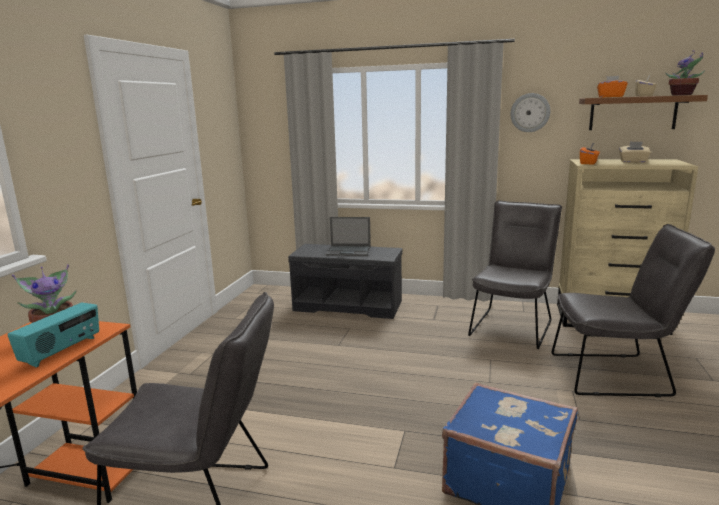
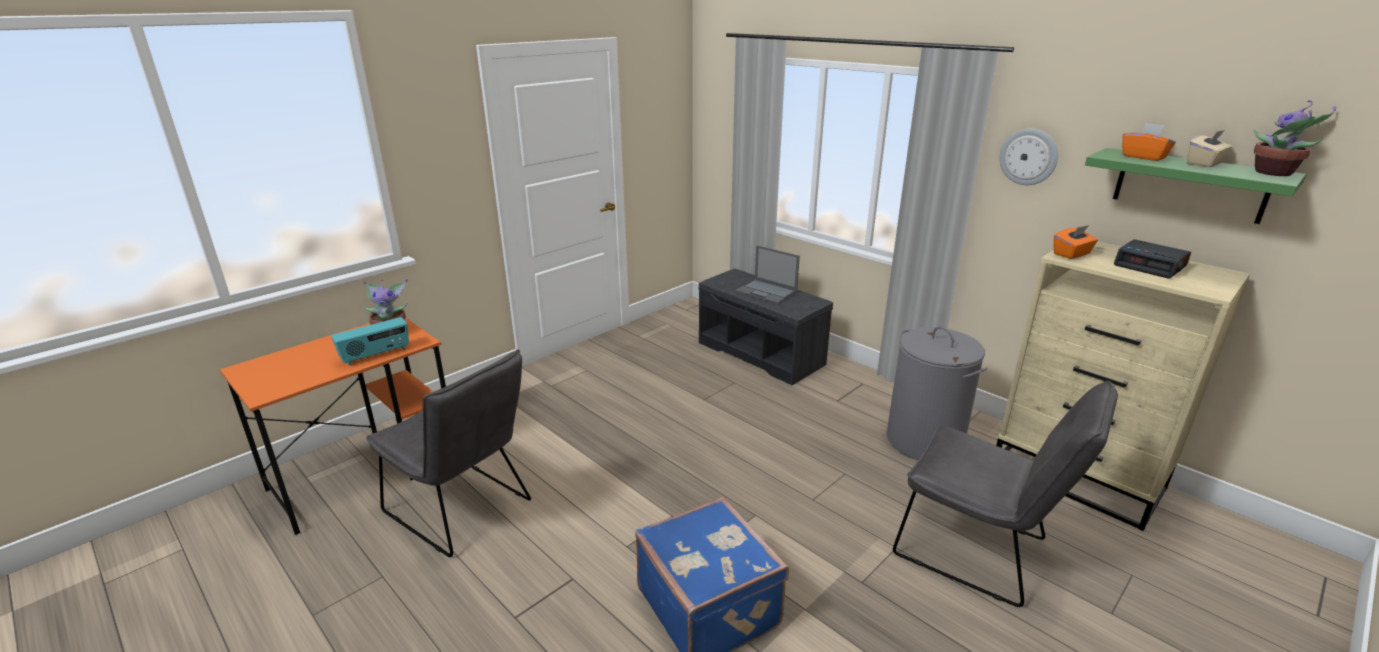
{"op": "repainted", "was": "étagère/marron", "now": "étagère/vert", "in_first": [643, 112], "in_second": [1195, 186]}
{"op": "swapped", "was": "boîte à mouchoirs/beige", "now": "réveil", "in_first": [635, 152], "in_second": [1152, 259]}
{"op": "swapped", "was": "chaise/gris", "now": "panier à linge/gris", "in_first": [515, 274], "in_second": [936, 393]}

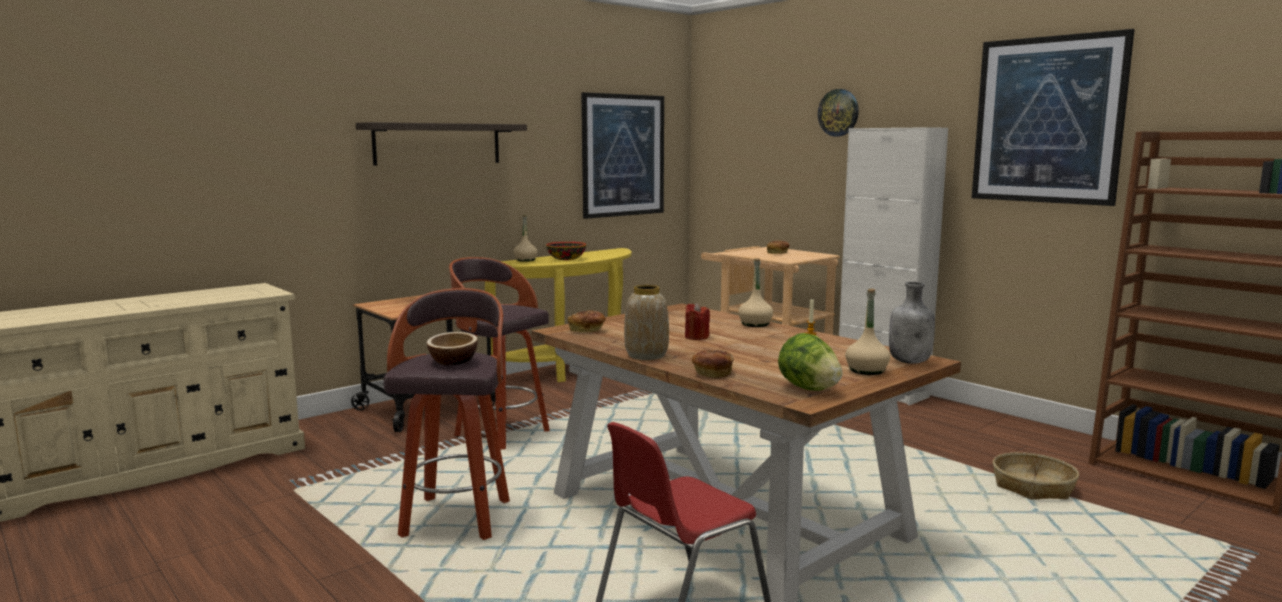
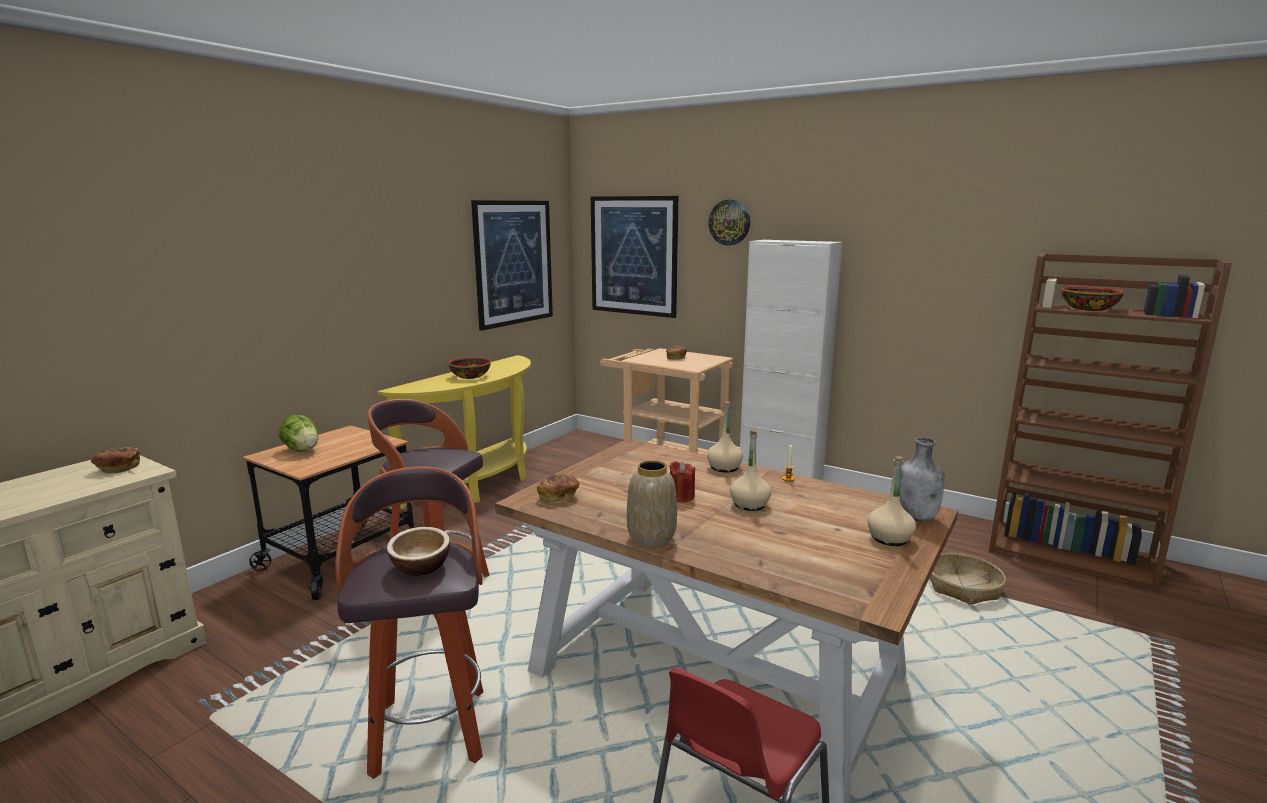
{"op": "shifted", "was": "tableau", "in_first": [1053, 117], "in_second": [634, 257]}
{"op": "gone", "was": "étagère", "in_first": [441, 144]}
{"op": "shifted", "was": "bouteille/beige", "in_first": [525, 238], "in_second": [751, 470]}
{"op": "shifted", "was": "laitue", "in_first": [810, 362], "in_second": [299, 433]}
{"op": "shifted", "was": "pain", "in_first": [713, 364], "in_second": [115, 460]}
{"op": "new", "now": "bol", "in_second": [1093, 299]}

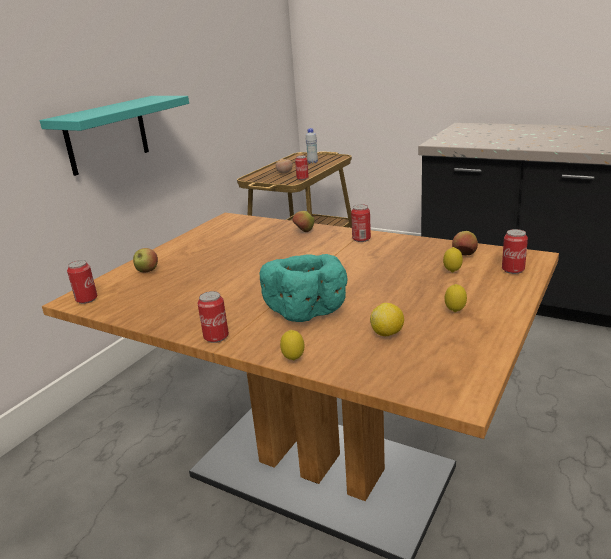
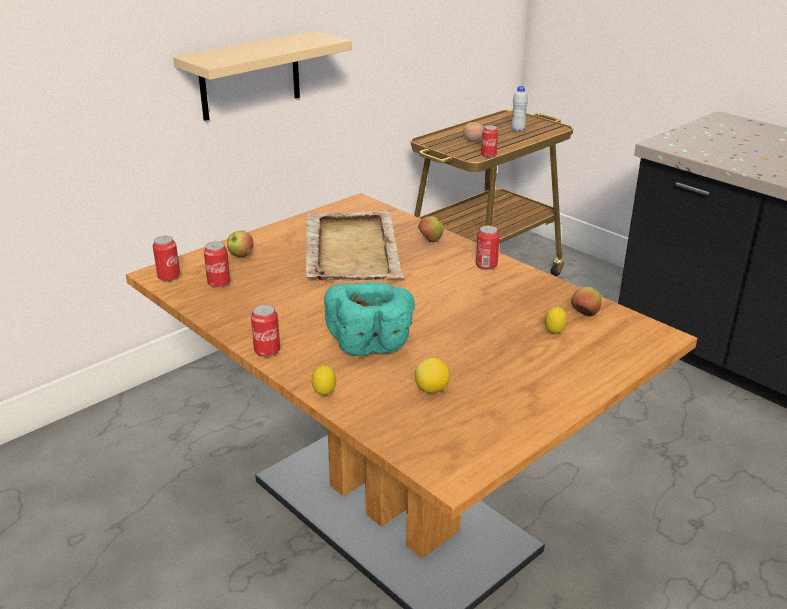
{"op": "repainted", "was": "étagère/turquoise", "now": "étagère/beige", "in_first": [114, 136], "in_second": [262, 76]}
{"op": "shifted", "was": "boîte métallique", "in_first": [515, 251], "in_second": [217, 264]}
{"op": "gone", "was": "citron", "in_first": [456, 298]}
{"op": "new", "now": "plateau/beige", "in_second": [355, 245]}

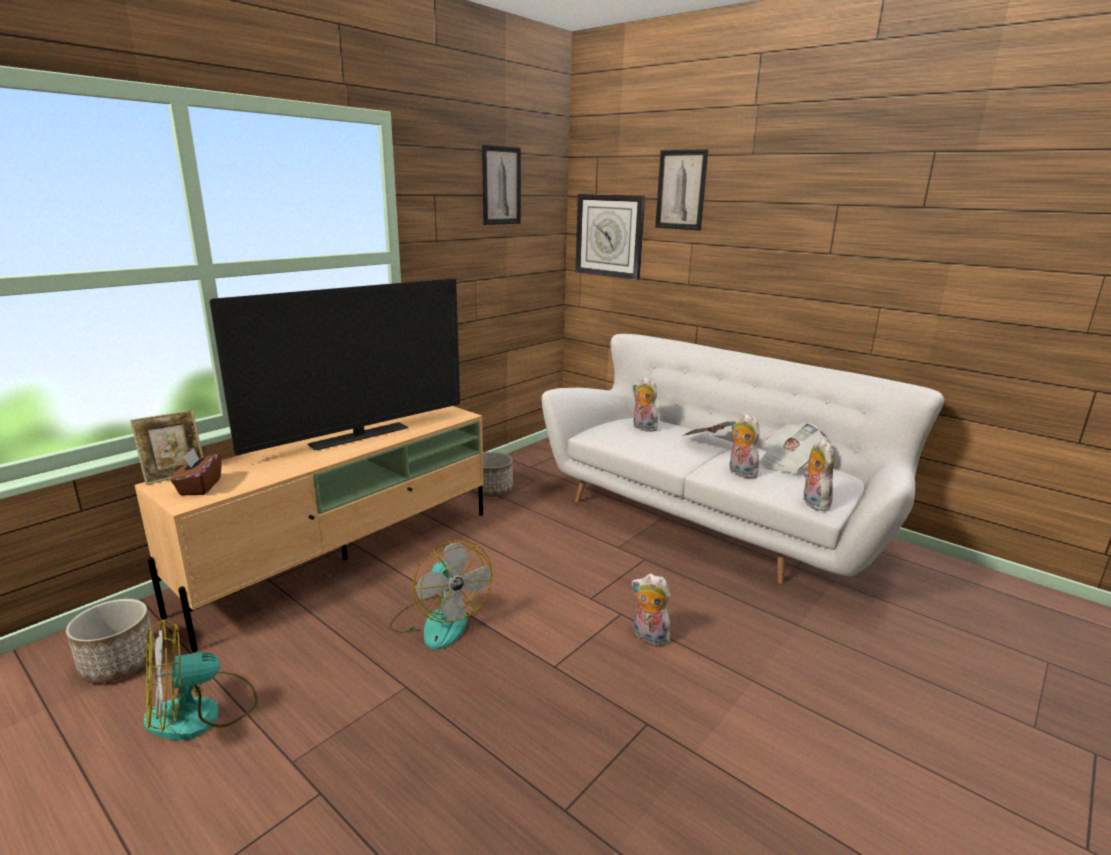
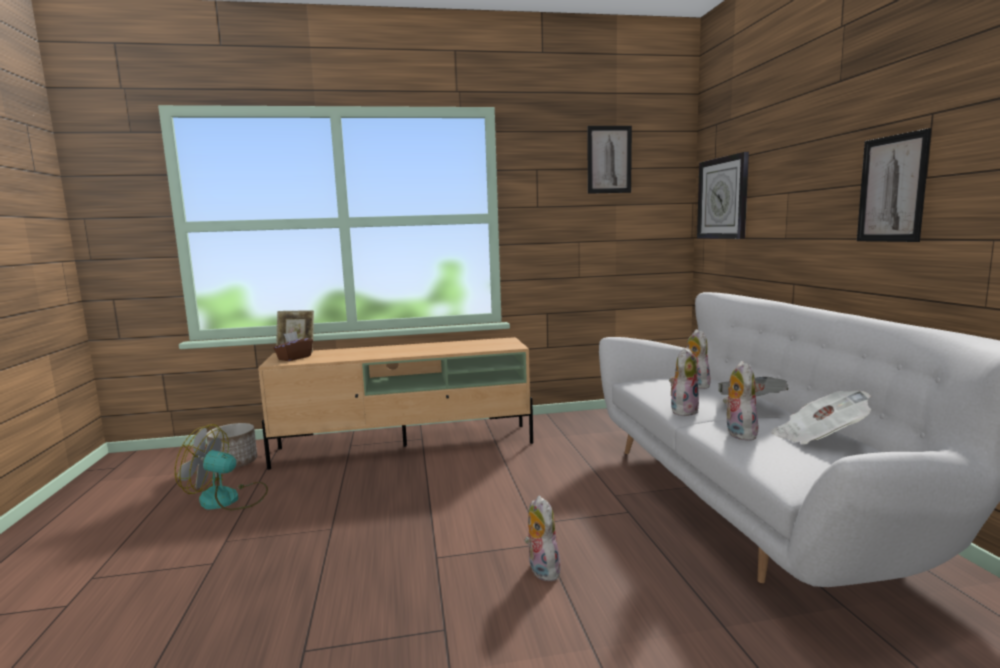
{"op": "shifted", "was": "tableau", "in_first": [682, 189], "in_second": [894, 185]}
{"op": "gone", "was": "téléviseur", "in_first": [334, 366]}
{"op": "shifted", "was": "peluche", "in_first": [819, 475], "in_second": [684, 381]}
{"op": "gone", "was": "cache-pot", "in_first": [492, 474]}
{"op": "gone", "was": "ventilateur", "in_first": [440, 595]}

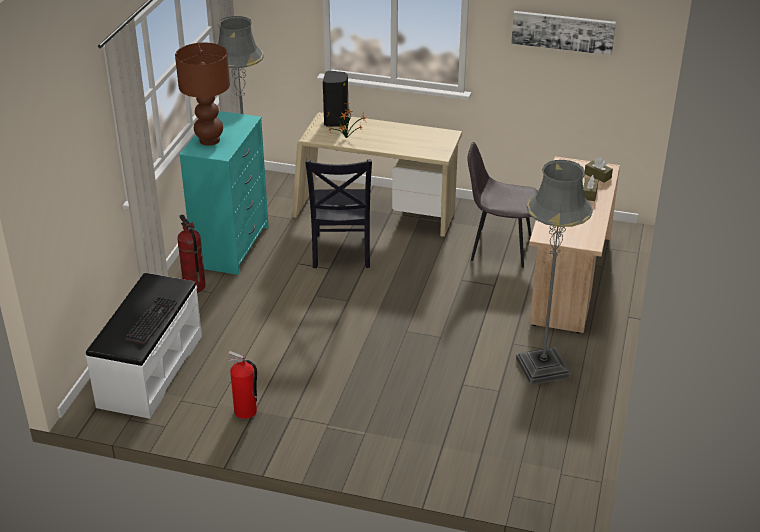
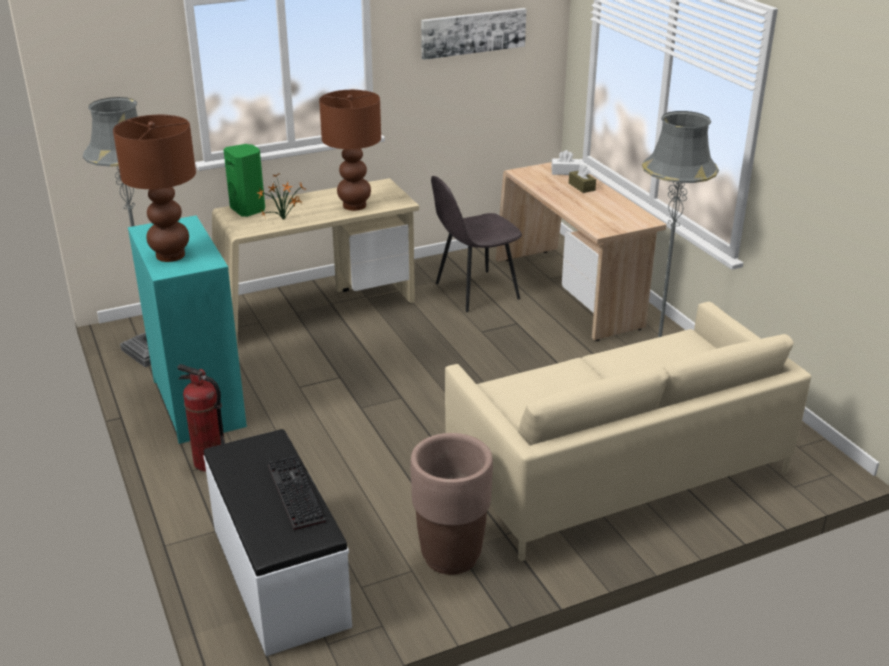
{"op": "repainted", "was": "enceinte/noir", "now": "enceinte/vert", "in_first": [336, 99], "in_second": [244, 180]}
{"op": "repainted", "was": "boîte à mouchoirs/marron", "now": "boîte à mouchoirs/blanc", "in_first": [599, 170], "in_second": [565, 162]}
{"op": "gone", "was": "chaise/noir", "in_first": [338, 213]}
{"op": "swapped", "was": "extincteur", "now": "cache-pot/marron", "in_first": [242, 385], "in_second": [451, 504]}
{"op": "new", "now": "lampe de table/marron", "in_second": [350, 150]}
{"op": "new", "now": "canapé/beige", "in_second": [628, 431]}

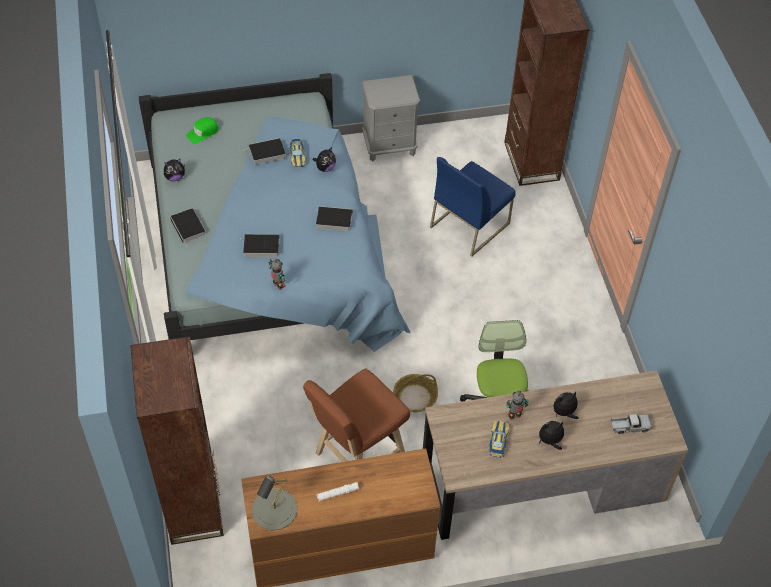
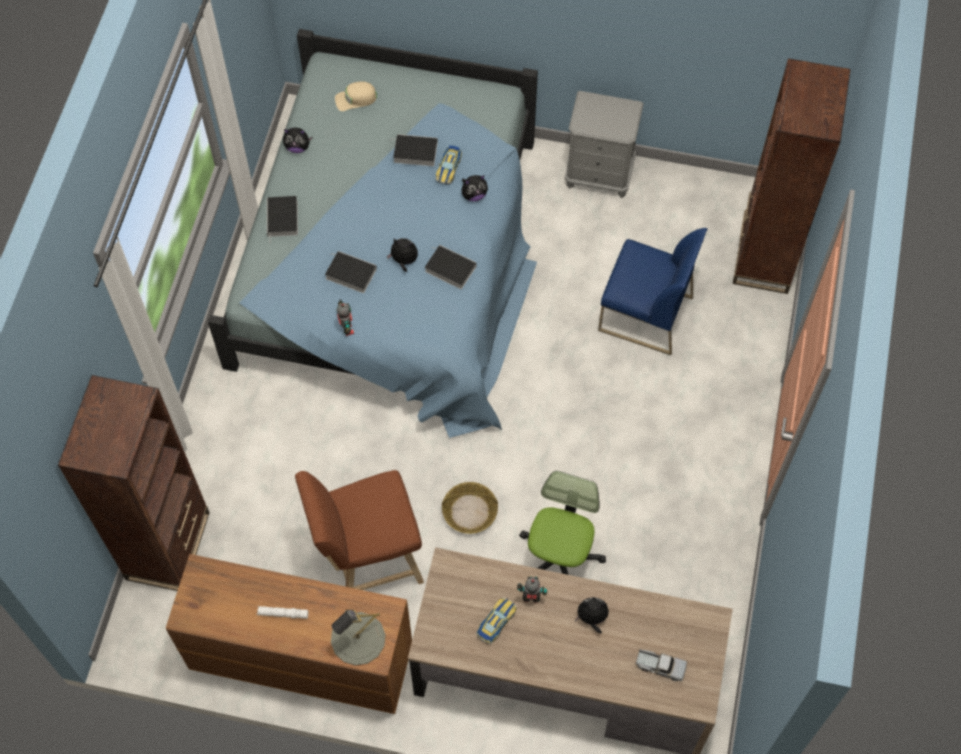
{"op": "repainted", "was": "casquette/vert", "now": "casquette/beige", "in_first": [202, 130], "in_second": [356, 96]}
{"op": "rotated", "was": "chaise/bleu", "in_first": [473, 207], "in_second": [652, 291], "clockwise": -135}
{"op": "shifted", "was": "peluche", "in_first": [551, 435], "in_second": [402, 255]}
{"op": "shifted", "was": "lampe de table/gris", "in_first": [274, 503], "in_second": [358, 638]}

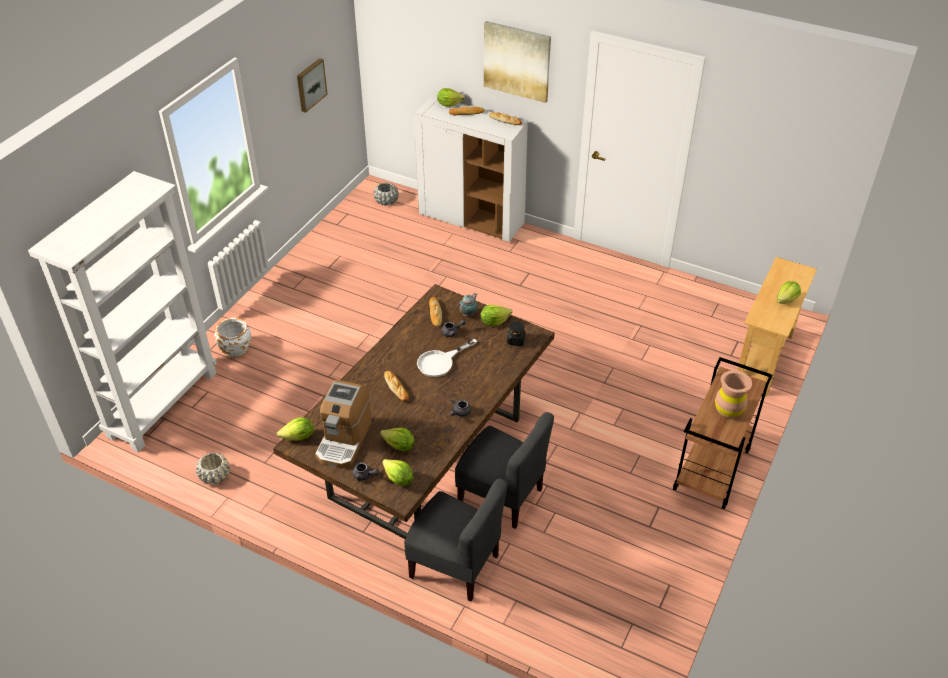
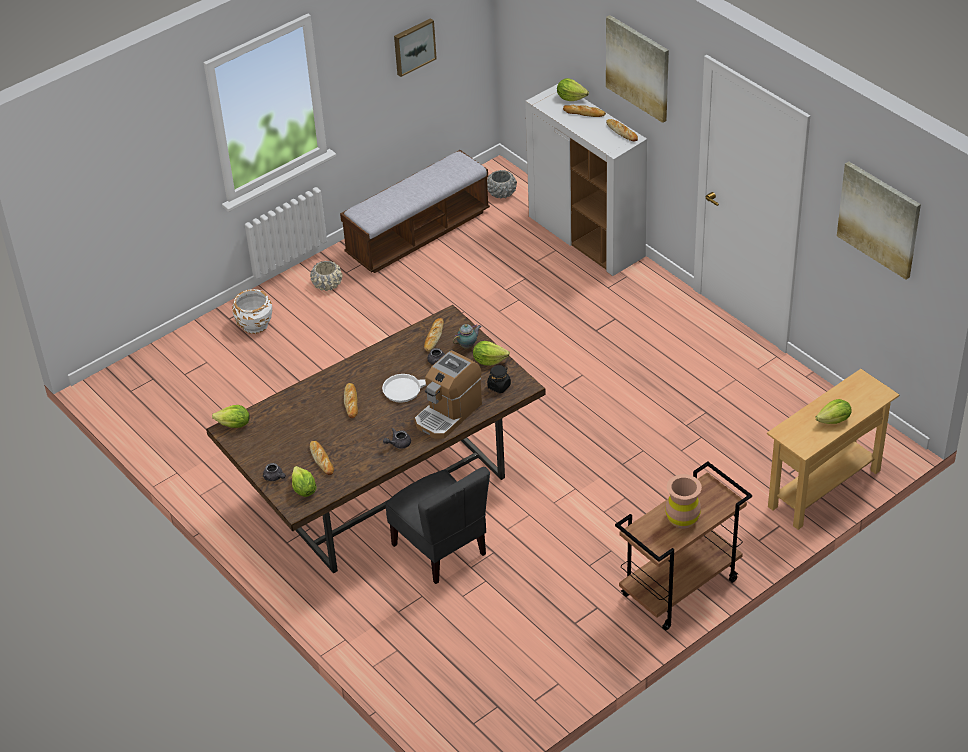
{"op": "gone", "was": "bibliothèque/blanc", "in_first": [122, 311]}
{"op": "shifted", "was": "machine à café", "in_first": [343, 424], "in_second": [448, 394]}
{"op": "swapped", "was": "laitue", "now": "pain", "in_first": [397, 439], "in_second": [322, 458]}
{"op": "shifted", "was": "cache-pot/beige", "in_first": [213, 468], "in_second": [326, 276]}
{"op": "gone", "was": "chaise/gris", "in_first": [456, 539]}
{"op": "new", "now": "banc", "in_second": [415, 211]}
{"op": "new", "now": "tableau", "in_second": [879, 220]}

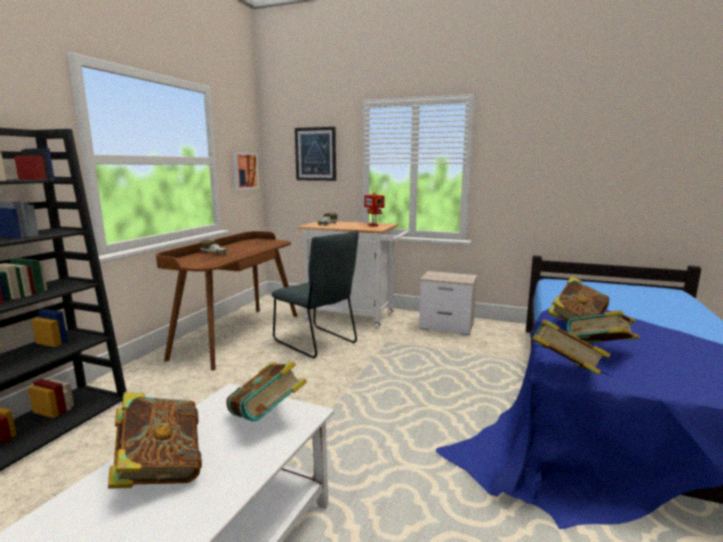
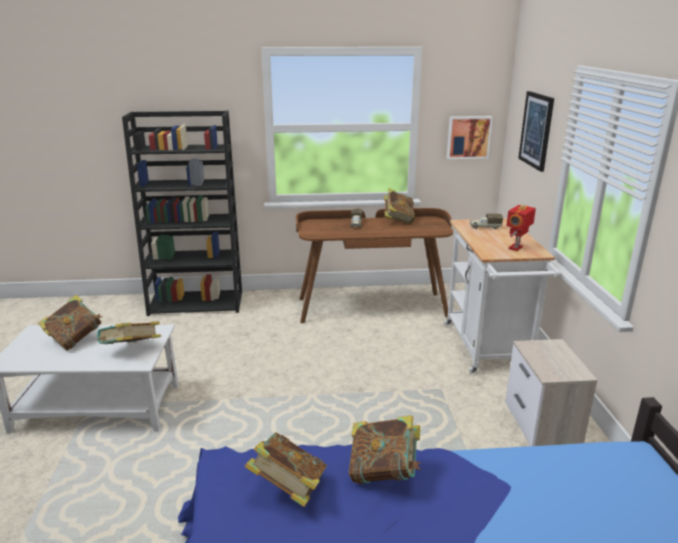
{"op": "gone", "was": "chaise/gris", "in_first": [315, 294]}
{"op": "shifted", "was": "livre", "in_first": [569, 347], "in_second": [399, 206]}

